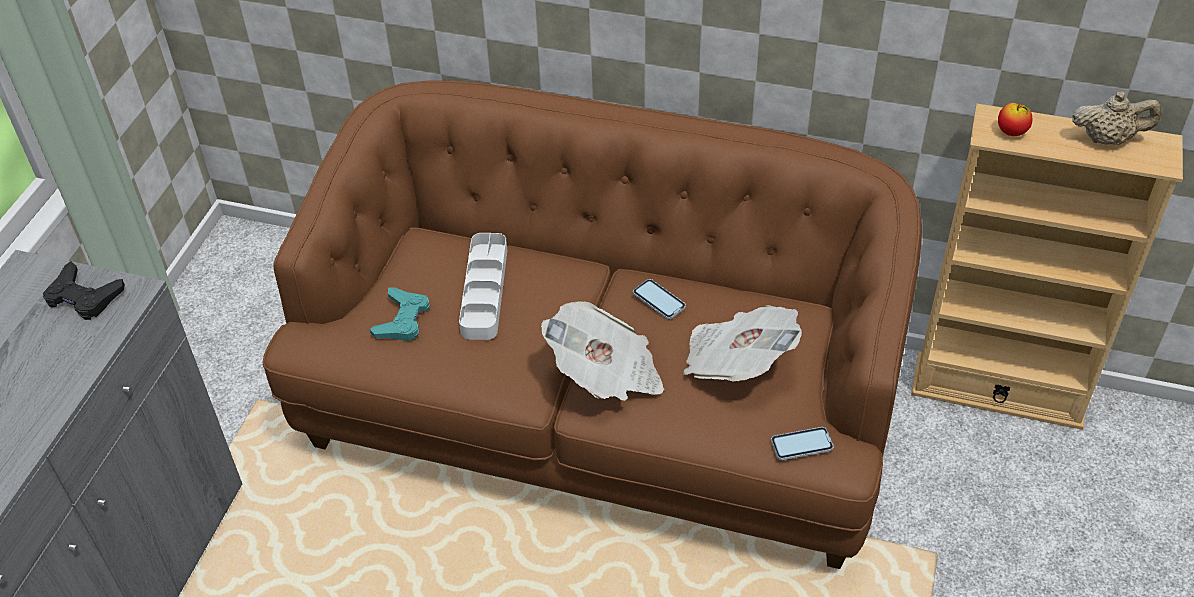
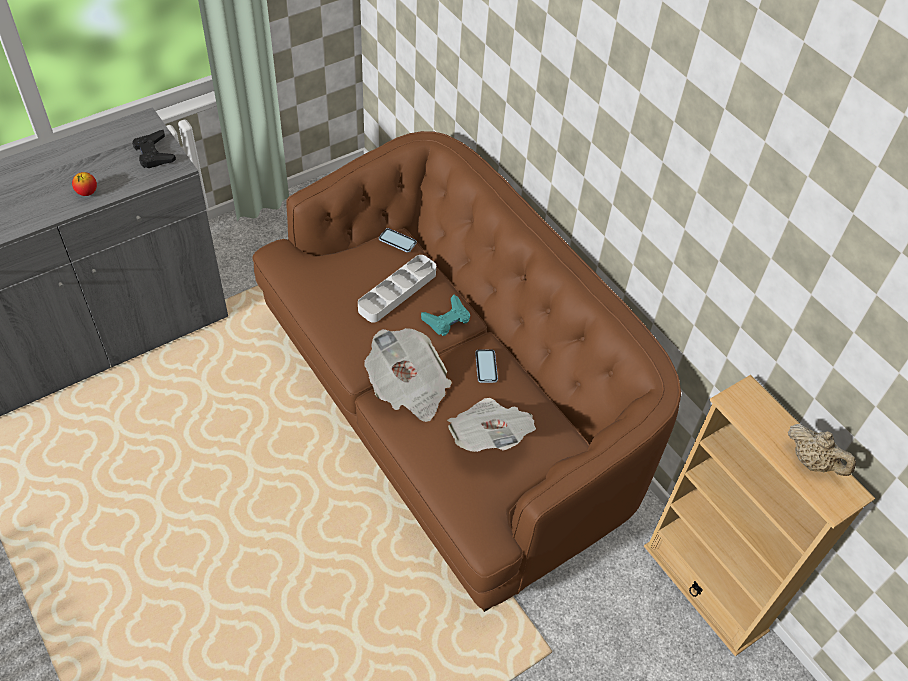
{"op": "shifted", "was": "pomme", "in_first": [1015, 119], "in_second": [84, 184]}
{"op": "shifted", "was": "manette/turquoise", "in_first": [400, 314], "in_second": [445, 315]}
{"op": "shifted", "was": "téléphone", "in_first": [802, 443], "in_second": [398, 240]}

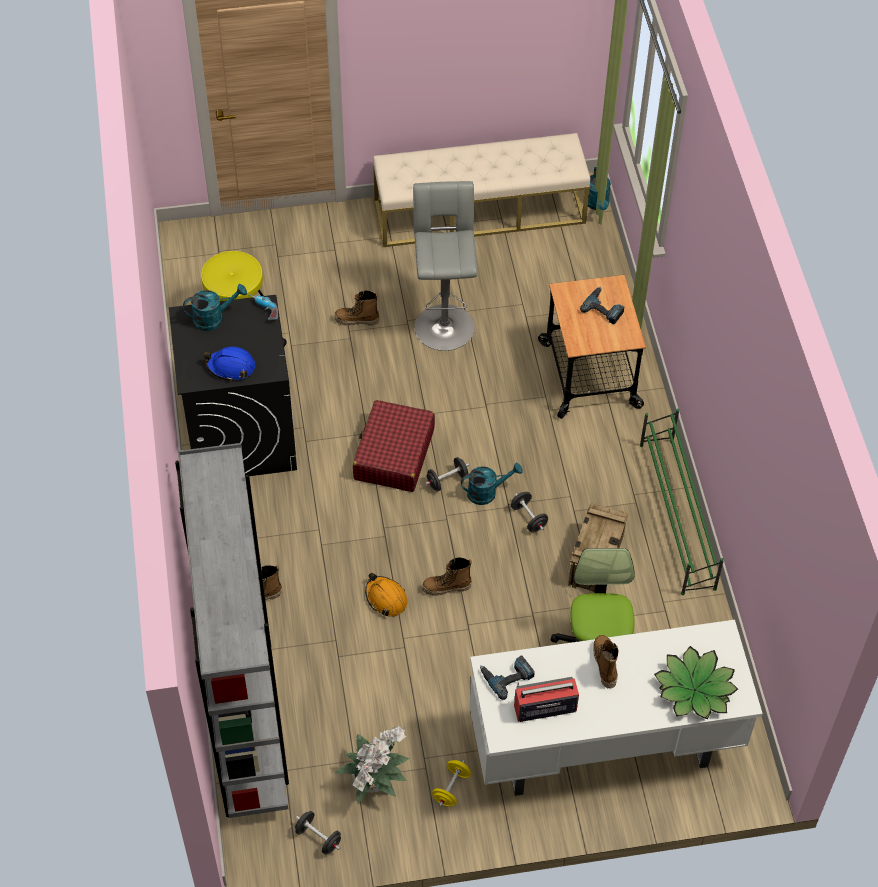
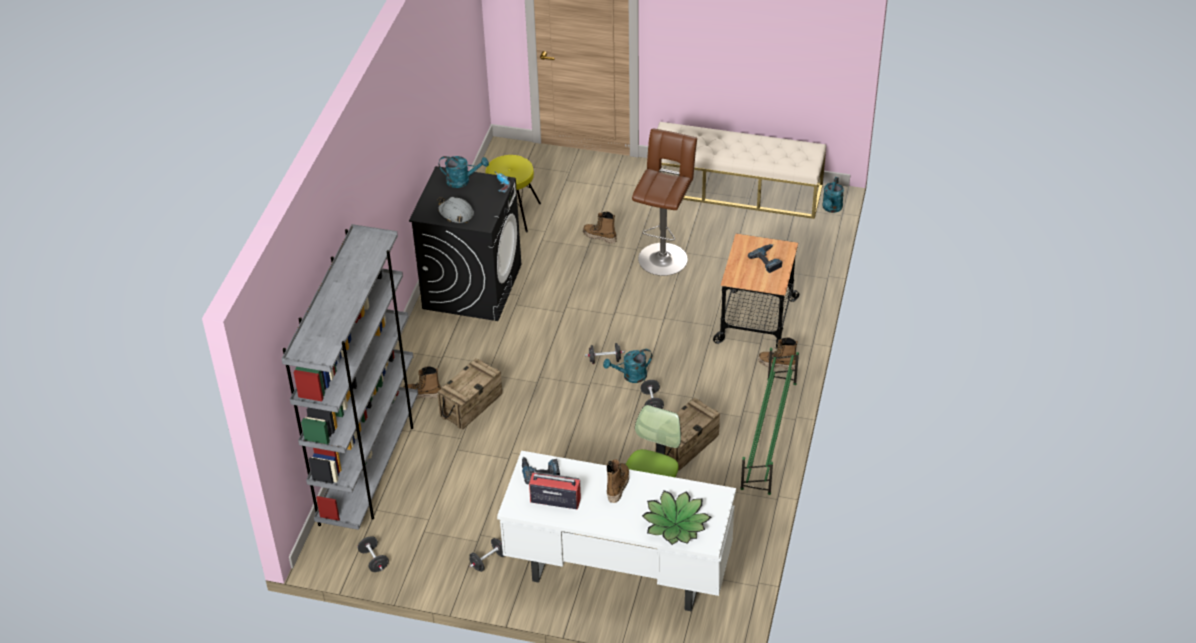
{"op": "repainted", "was": "tabouret/gris", "now": "tabouret/marron", "in_first": [445, 266], "in_second": [664, 202]}
{"op": "repainted", "was": "casque de chantier/bleu", "now": "casque de chantier/gris", "in_first": [229, 364], "in_second": [456, 210]}
{"op": "gone", "was": "valise/rouge", "in_first": [394, 446]}
{"op": "rotated", "was": "arrosoir/turquoise", "in_first": [492, 484], "in_second": [627, 366], "clockwise": 150}
{"op": "shifted", "was": "botte", "in_first": [447, 576], "in_second": [778, 353]}
{"op": "gone", "was": "casque de chantier/orange", "in_first": [386, 594]}
{"op": "gone", "was": "plante en pot", "in_first": [371, 765]}
{"op": "repainted", "was": "haltère/jaune", "now": "haltère/noir", "in_first": [451, 783], "in_second": [486, 555]}
{"op": "new", "now": "caisse", "in_second": [469, 393]}

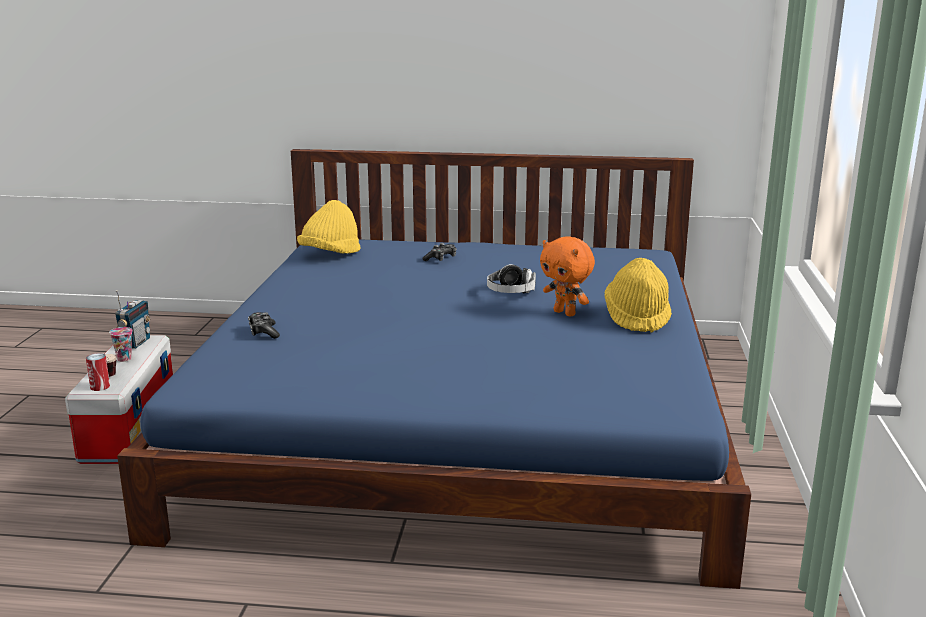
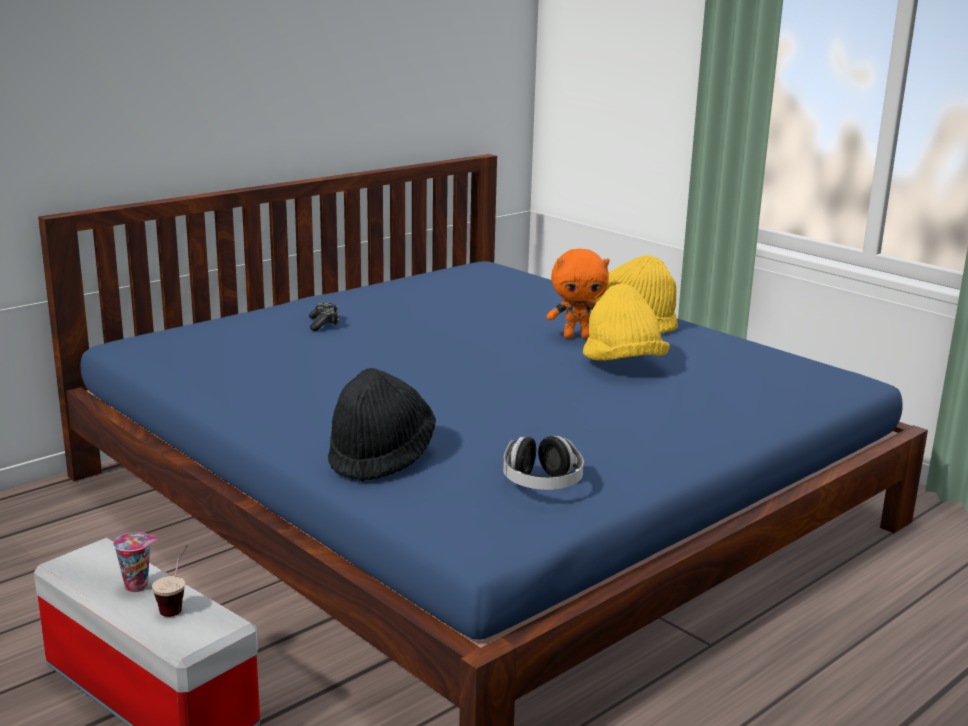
{"op": "shifted", "was": "chapeau/jaune", "in_first": [329, 227], "in_second": [626, 322]}
{"op": "shifted", "was": "casque audio", "in_first": [511, 278], "in_second": [543, 463]}
{"op": "gone", "was": "radio", "in_first": [132, 319]}
{"op": "swapped", "was": "manette", "now": "chapeau/noir", "in_first": [264, 325], "in_second": [382, 425]}
{"op": "gone", "was": "boîte métallique", "in_first": [98, 372]}

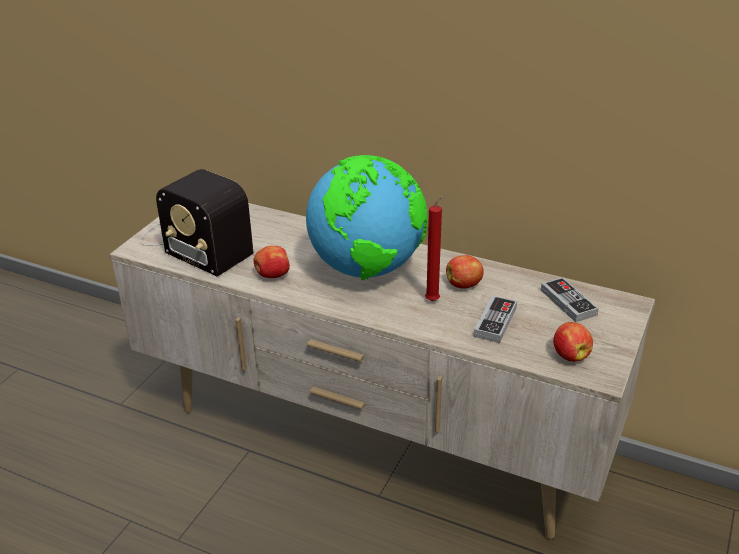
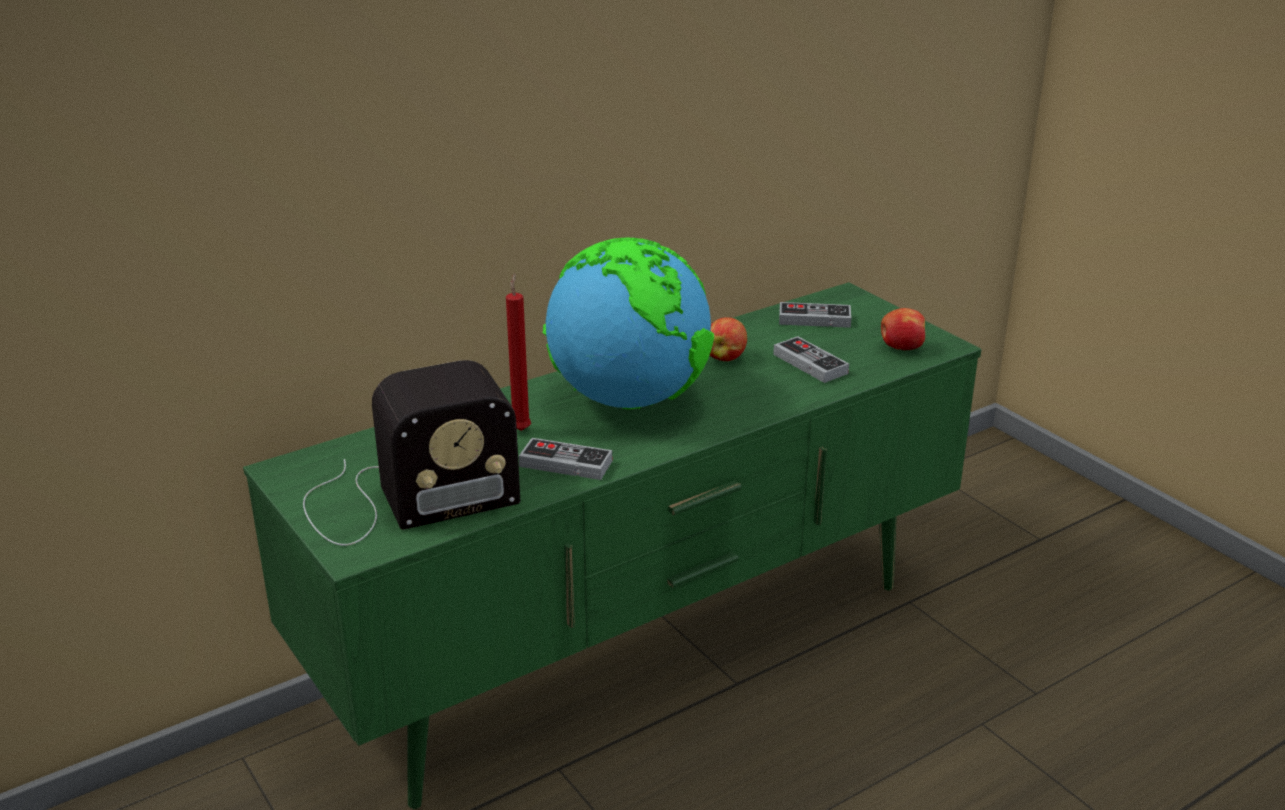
{"op": "shifted", "was": "bougie/rouge", "in_first": [436, 247], "in_second": [518, 352]}
{"op": "repainted", "was": "meuble télé/beige", "now": "meuble télé/vert", "in_first": [382, 371], "in_second": [612, 545]}
{"op": "swapped", "was": "pomme", "now": "manette", "in_first": [272, 262], "in_second": [565, 459]}

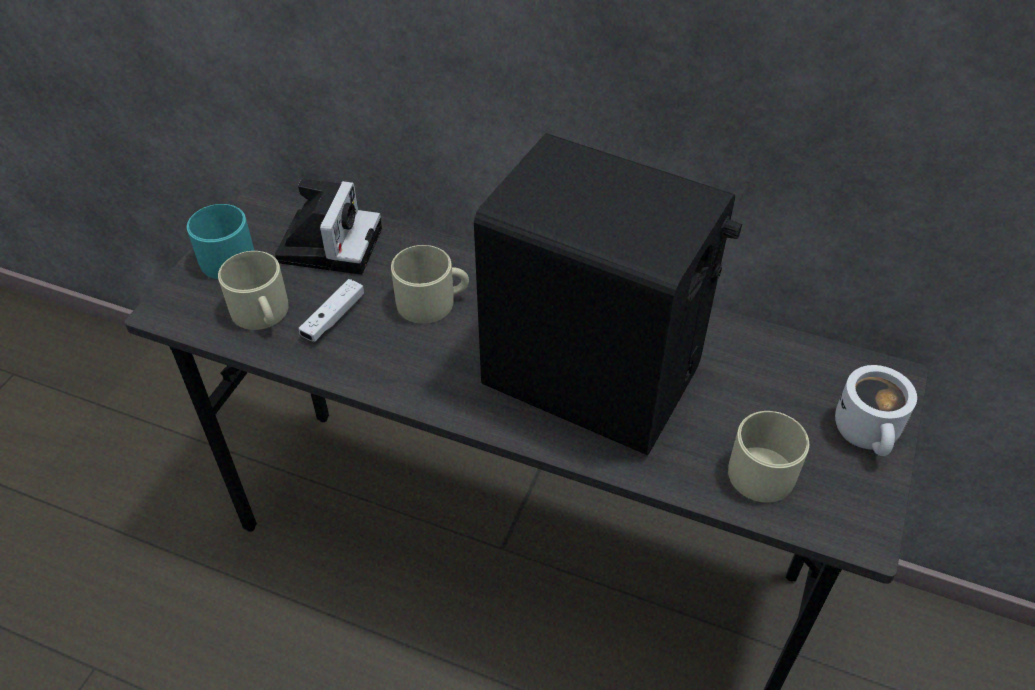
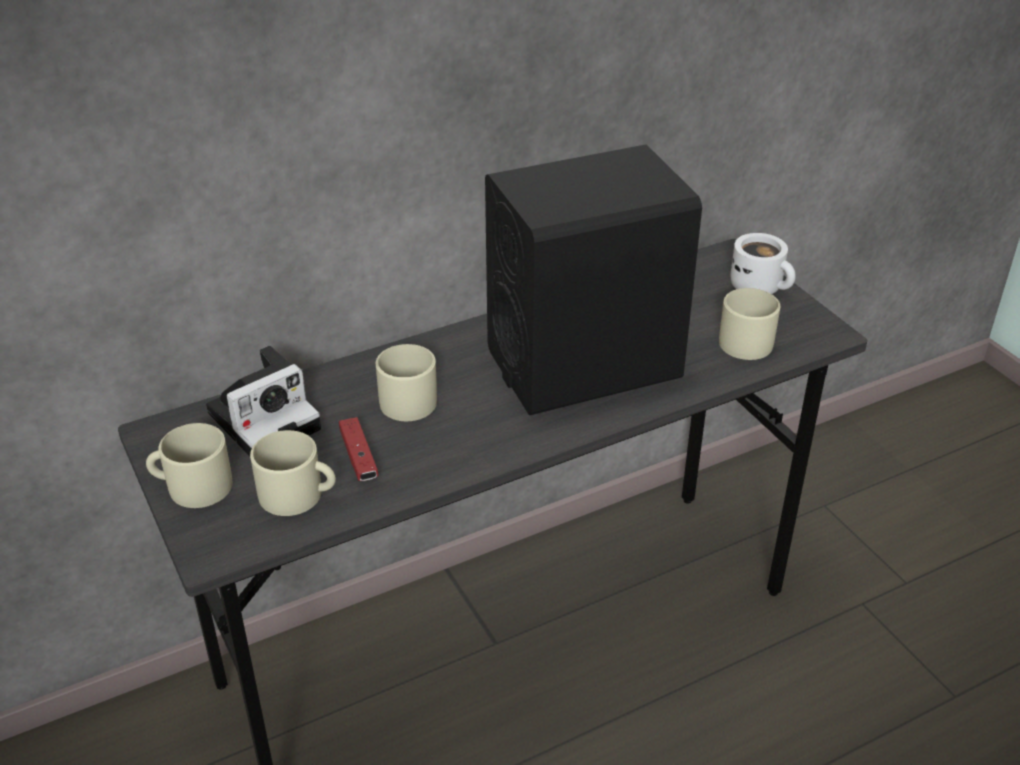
{"op": "rotated", "was": "appareil photo", "in_first": [328, 227], "in_second": [263, 401], "clockwise": 90}
{"op": "repainted", "was": "mug/turquoise", "now": "mug/beige", "in_first": [220, 241], "in_second": [189, 465]}
{"op": "repainted", "was": "manette/blanc", "now": "manette/rouge", "in_first": [331, 310], "in_second": [359, 449]}

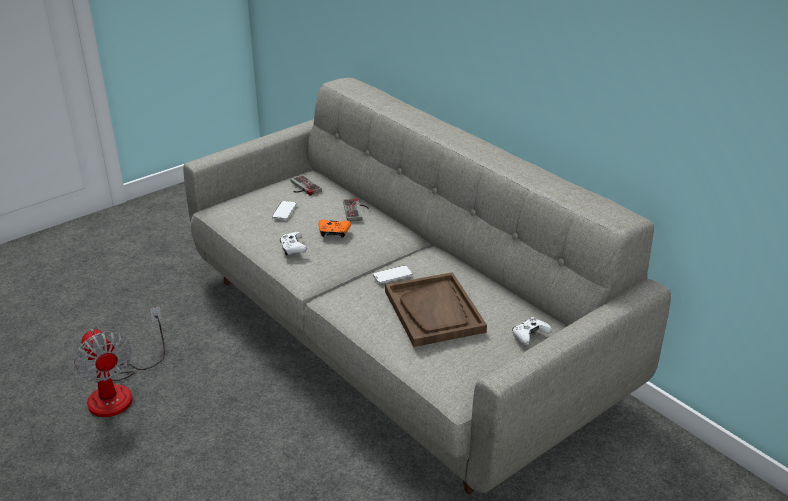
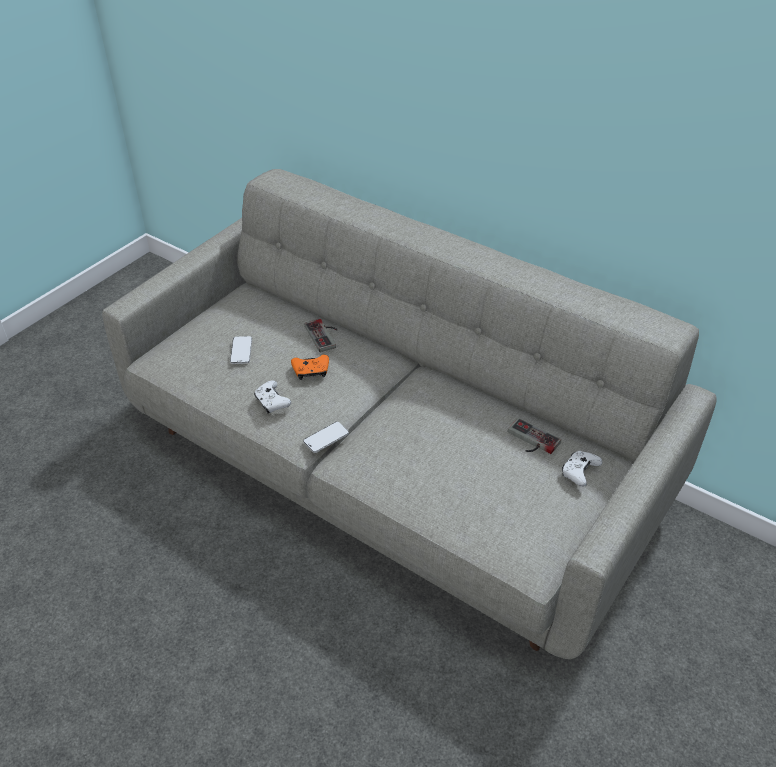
{"op": "shifted", "was": "manette", "in_first": [306, 185], "in_second": [534, 436]}
{"op": "shifted", "was": "téléphone", "in_first": [392, 274], "in_second": [326, 437]}
{"op": "gone", "was": "plateau/marron", "in_first": [436, 309]}
{"op": "gone", "was": "ventilateur", "in_first": [119, 361]}

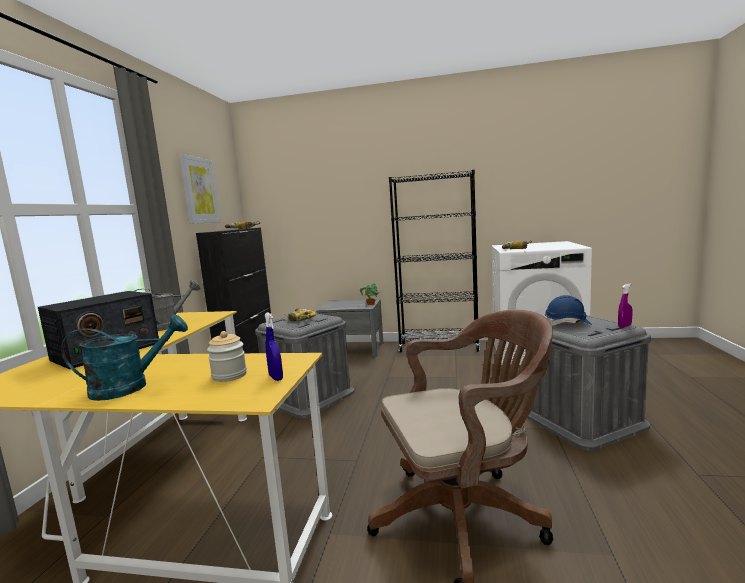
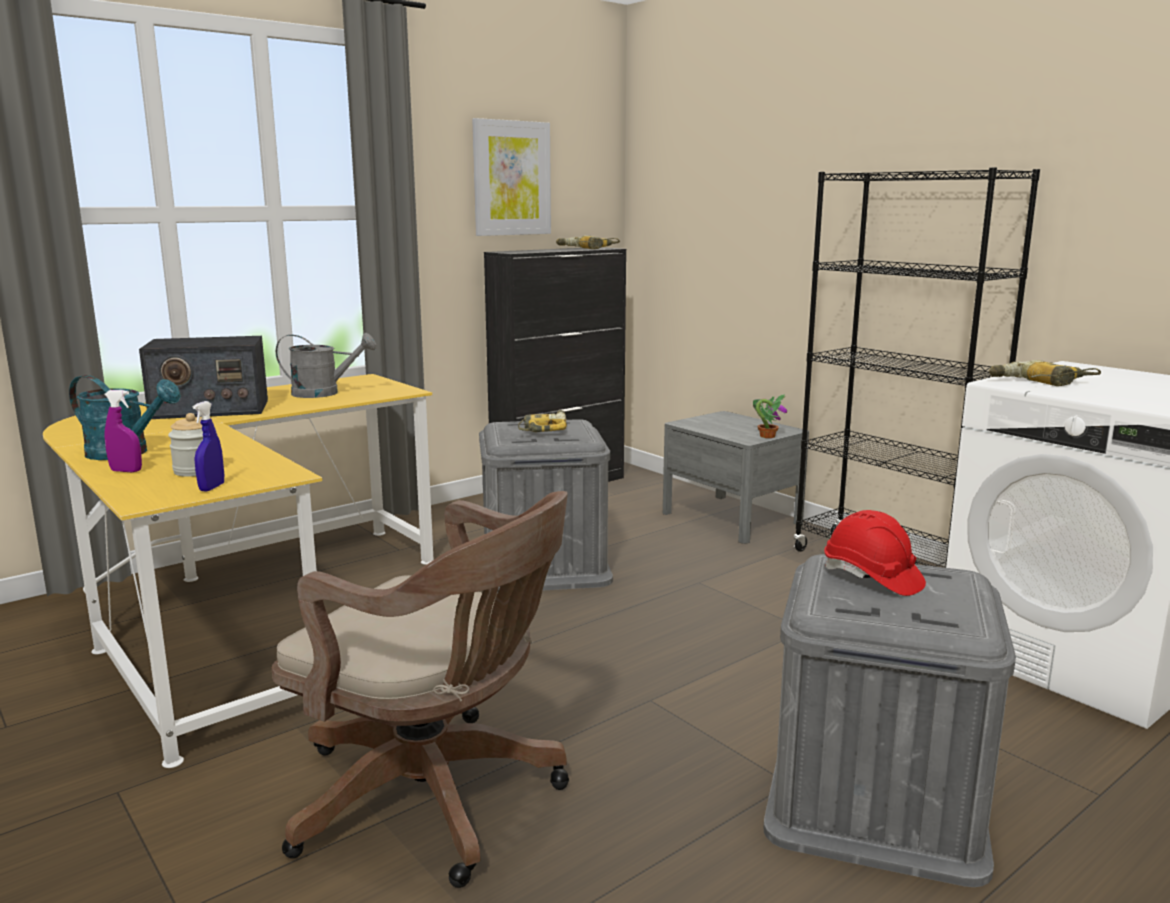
{"op": "shifted", "was": "vaporisateur/violet", "in_first": [625, 305], "in_second": [123, 431]}
{"op": "repainted", "was": "casque de chantier/bleu", "now": "casque de chantier/rouge", "in_first": [568, 310], "in_second": [875, 553]}

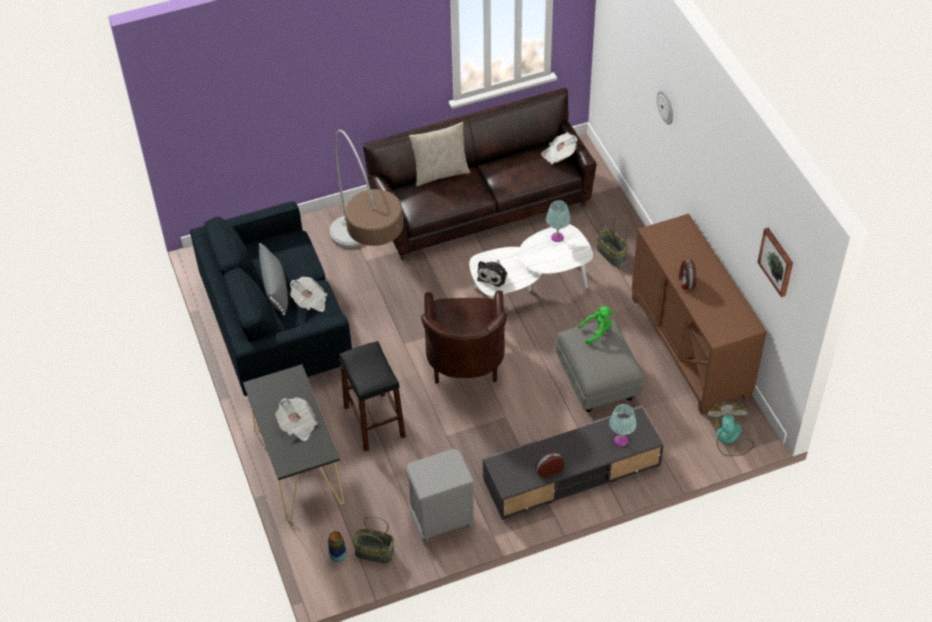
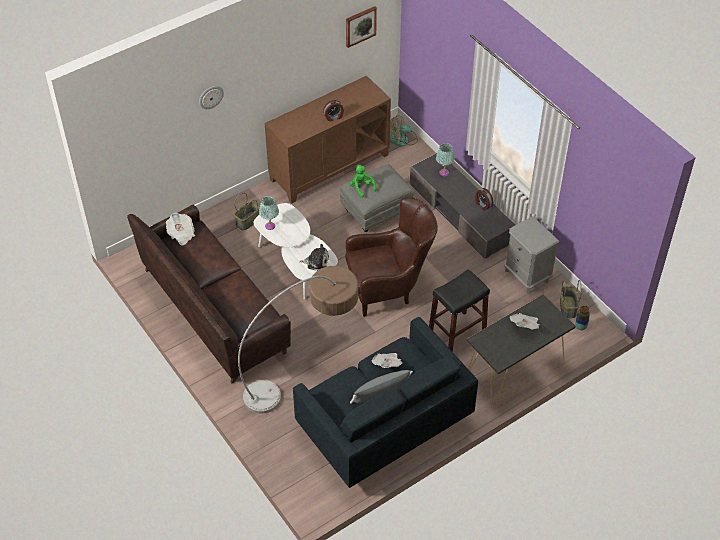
{"op": "gone", "was": "coussin/beige", "in_first": [439, 154]}

